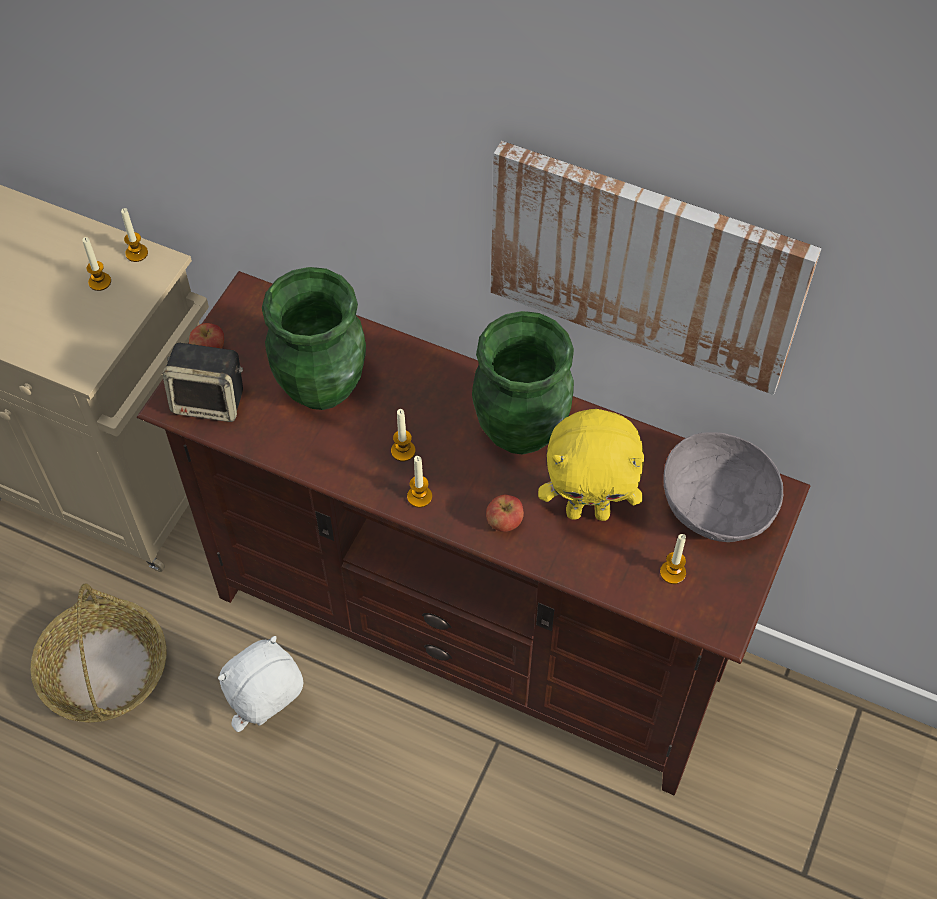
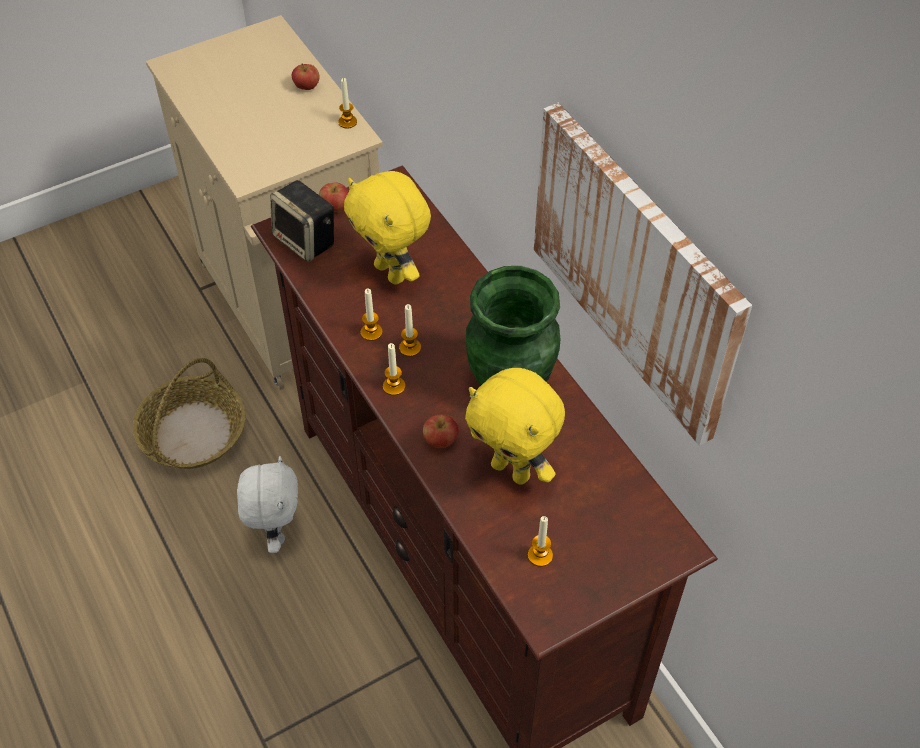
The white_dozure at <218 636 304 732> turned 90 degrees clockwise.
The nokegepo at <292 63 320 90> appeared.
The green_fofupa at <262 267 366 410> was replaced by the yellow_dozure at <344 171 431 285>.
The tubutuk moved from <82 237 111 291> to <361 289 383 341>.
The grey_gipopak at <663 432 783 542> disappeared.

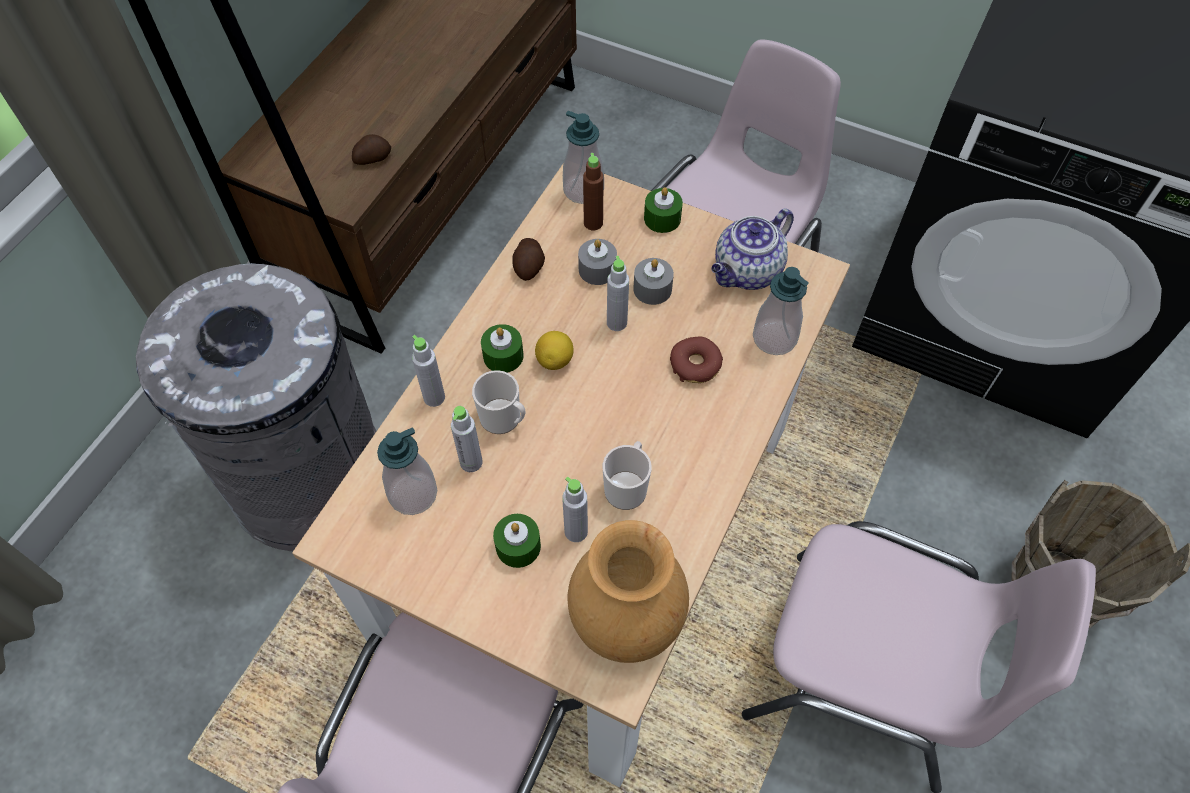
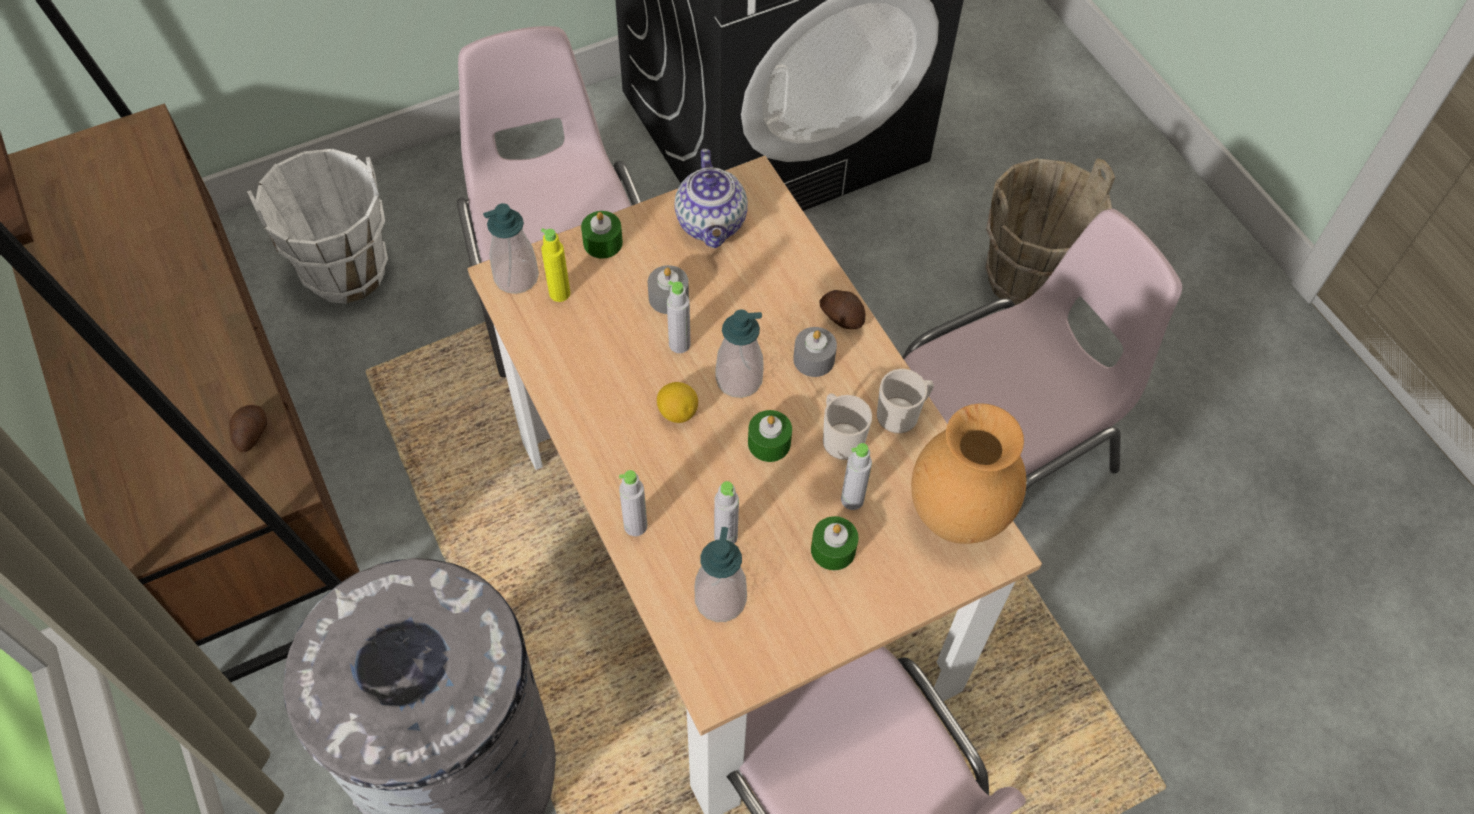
The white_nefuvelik at <247 149 388 303> appeared.
The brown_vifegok at <583 153 604 230> became the yellow_vifegok at <541 228 570 302>.
The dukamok moved from <753 267 809 355> to <715 310 764 398>.
The green_tubutuk moved from <481 324 524 373> to <748 410 792 462>.
The grey_tubutuk moved from <578 239 617 285> to <793 327 837 377>.
The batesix moved from <512 238 545 281> to <819 290 865 329>.
The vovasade moved from <472 370 525 434> to <877 369 934 434>.
The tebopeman at <670 337 723 383> disappeared.

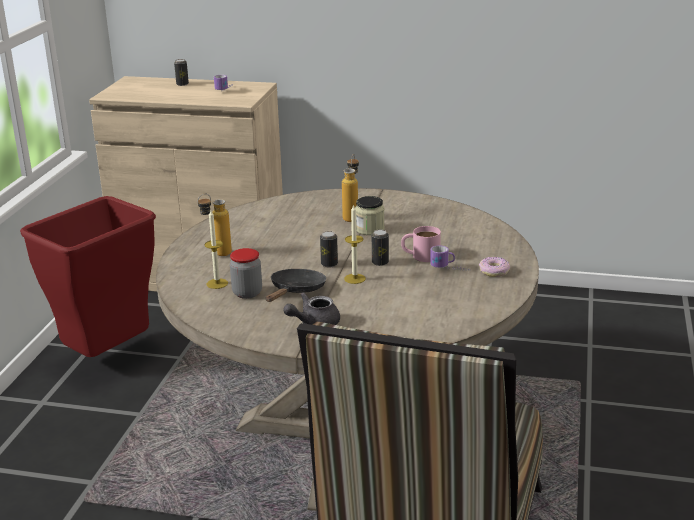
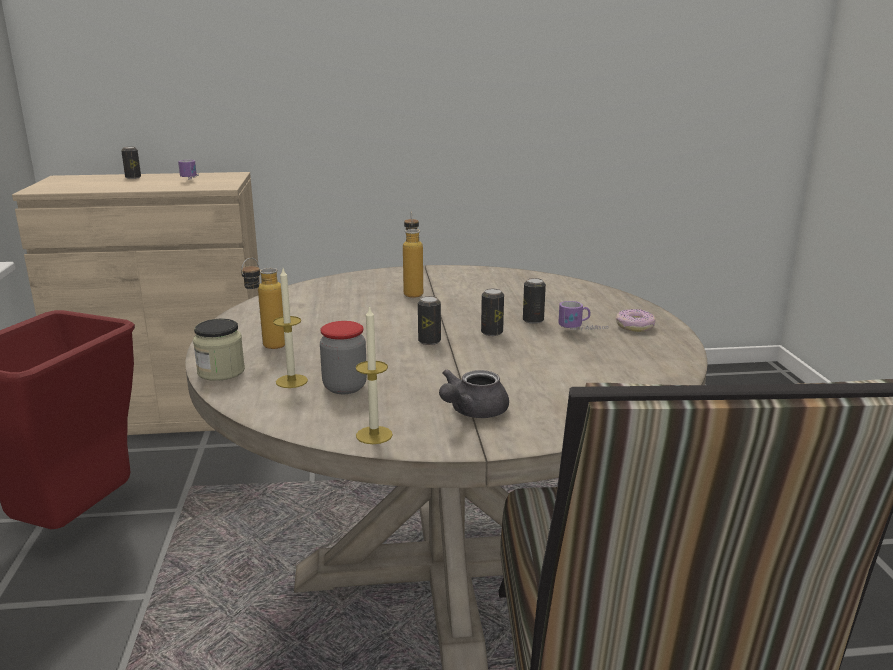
The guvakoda moved from <355 196 385 235> to <193 319 245 381>.
The tubutuk moved from <344 205 366 284> to <356 305 393 444>.
The pink_vovasade at <401 226 441 262> was replaced by the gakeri at <523 278 546 324>.
The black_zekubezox at <266 269 326 302> disappeared.

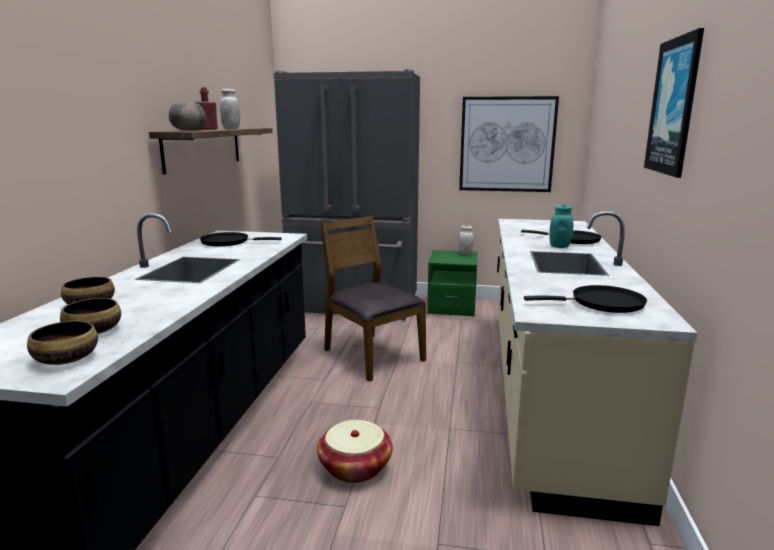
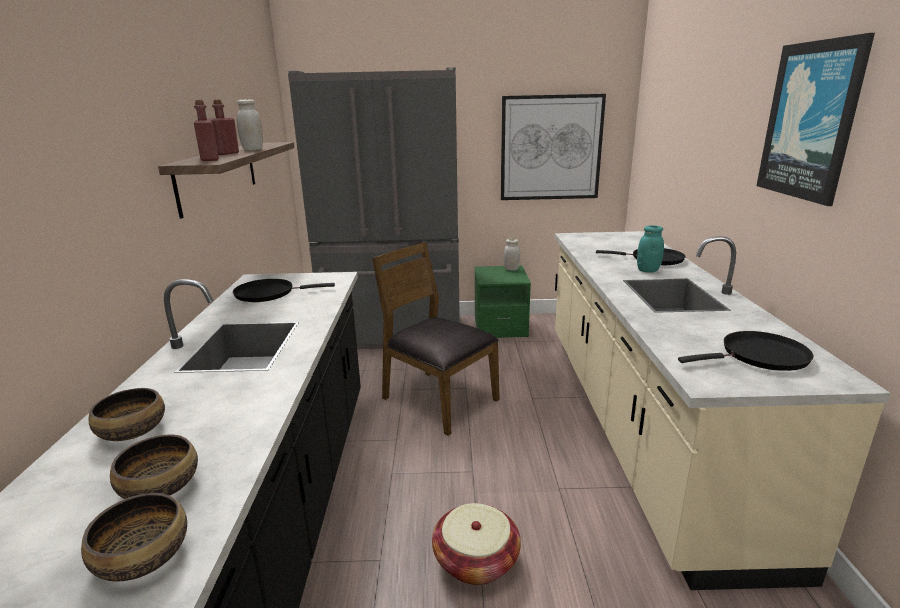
The grey_gipopak at <169 103 206 131> was replaced by the red_vifegok at <194 100 219 161>.

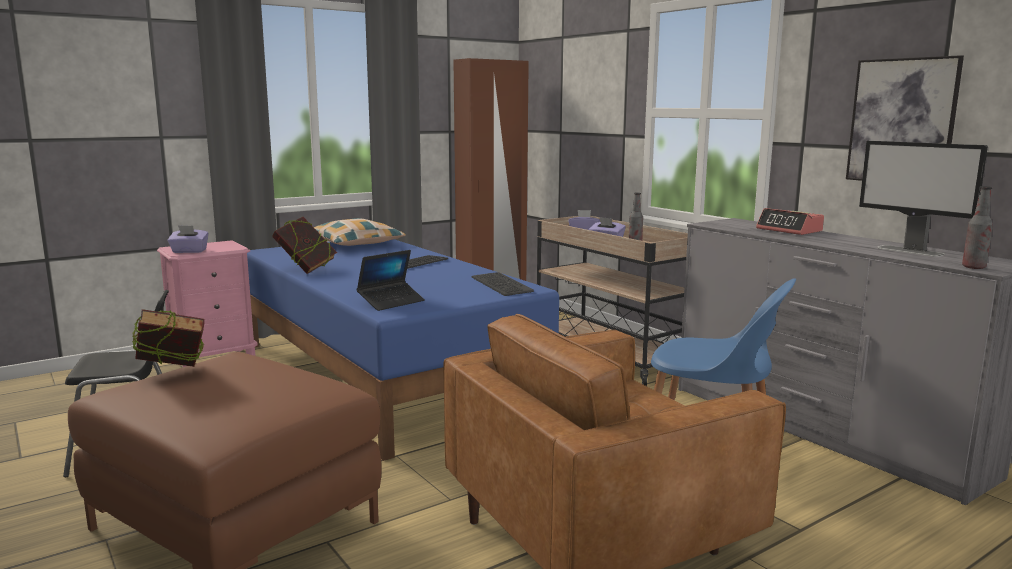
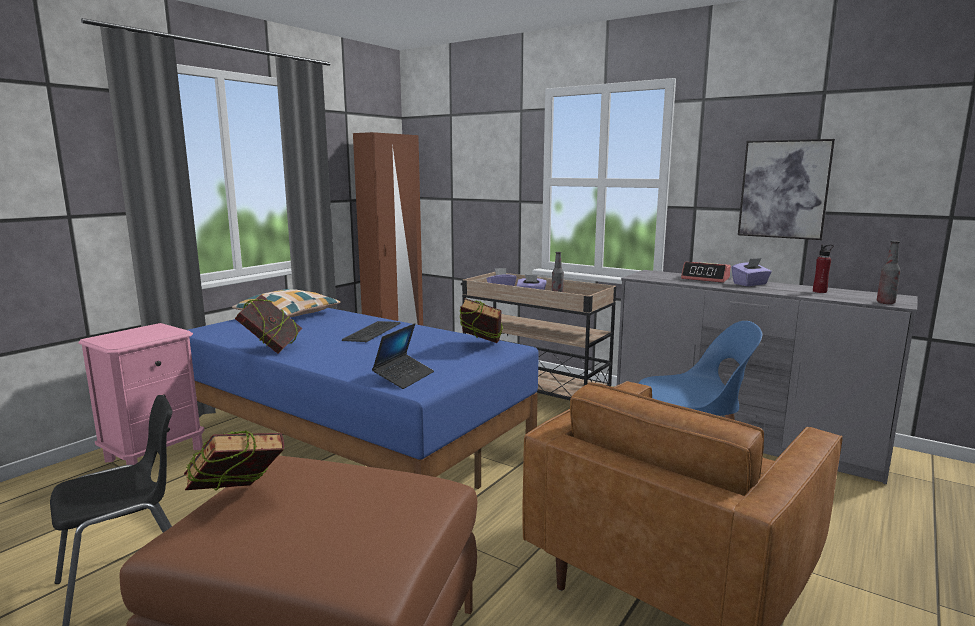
The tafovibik at <472 272 534 296> was replaced by the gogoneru at <459 298 503 343>.
The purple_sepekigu moved from <167 226 209 253> to <732 258 772 286>.
The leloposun at <859 141 988 257> was replaced by the red_vifegok at <813 245 834 293>.

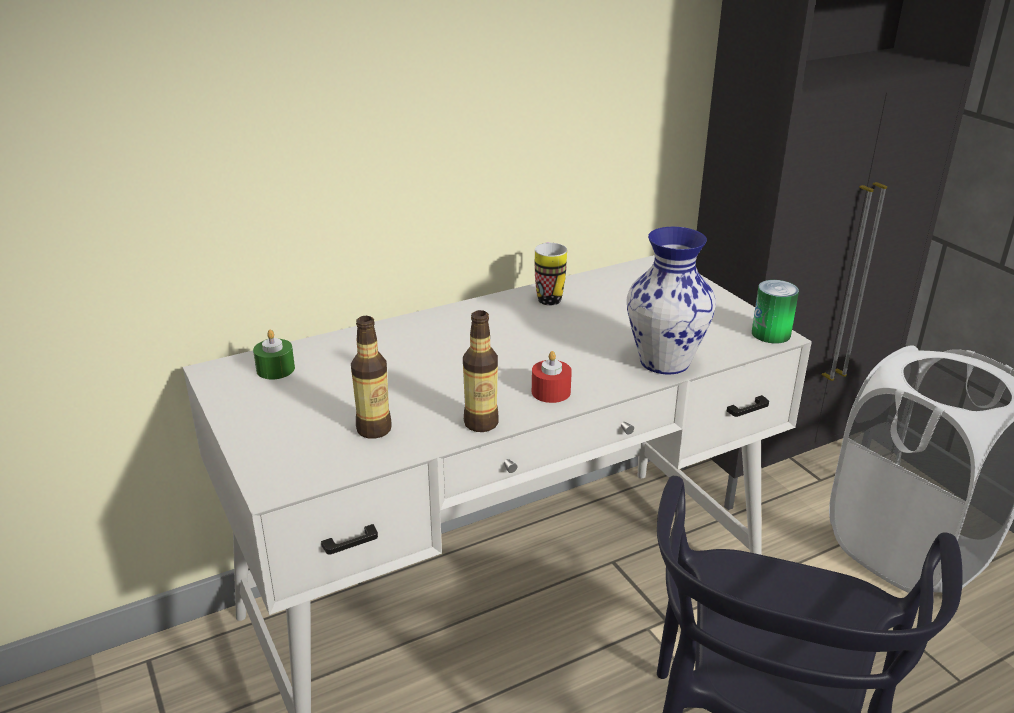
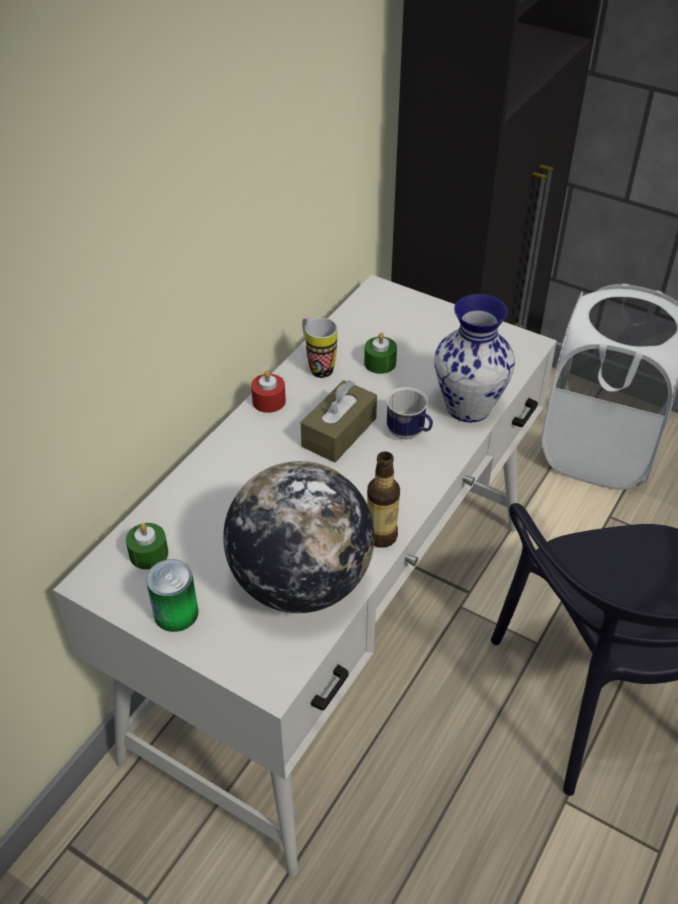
The gakeri moved from <752 280 799 343> to <146 559 199 632>.
The vifegok at <351 316 392 439> was replaced by the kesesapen at <223 461 374 613>.
The red_tubutuk moved from <532 351 572 403> to <251 370 286 413>.
The brown_sepekigu at <301 380 377 463> appeared.
The green_tubutuk at <364 333 397 374> appeared.
The vovasade at <386 387 433 439> appeared.

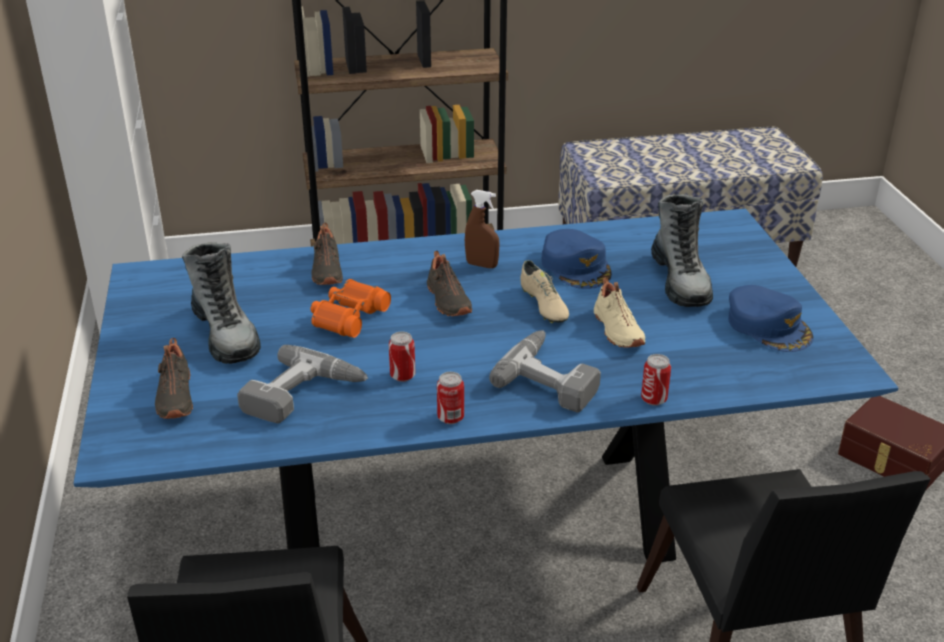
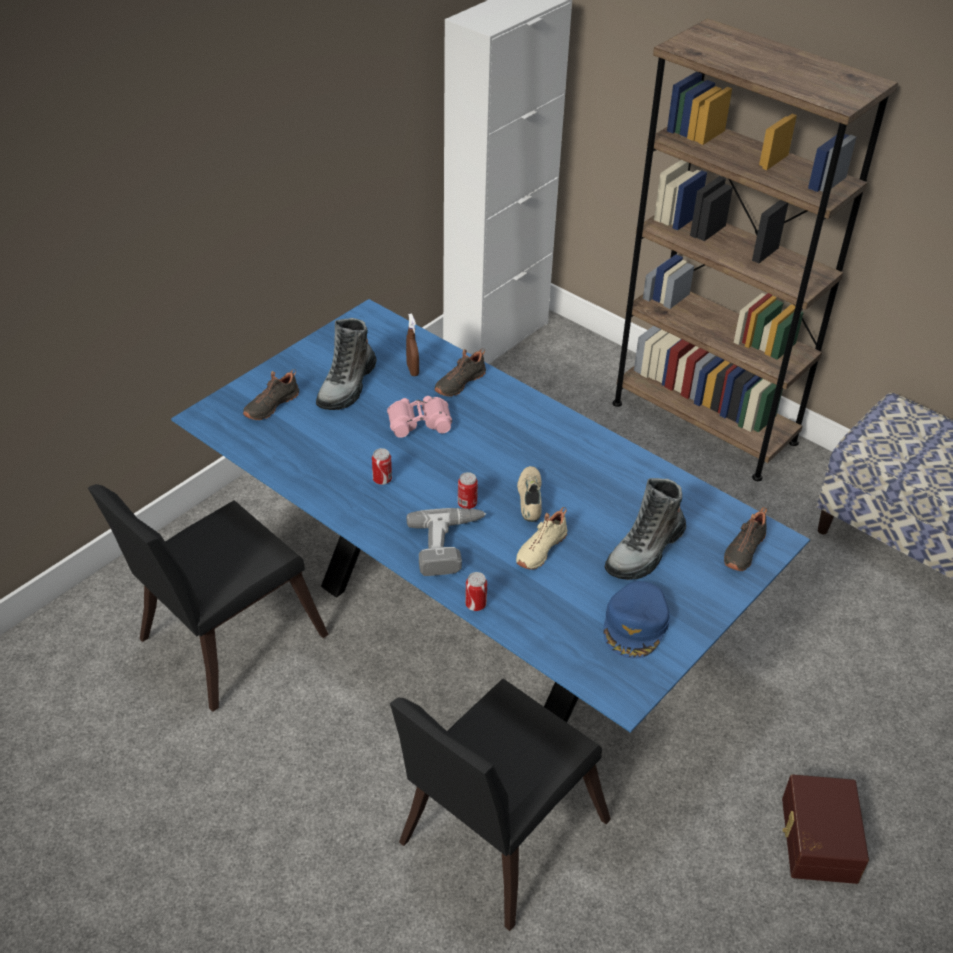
The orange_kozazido at <311 279 391 338> became the pink_kozazido at <387 396 452 438>.
The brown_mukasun moved from <465 190 500 268> to <406 314 419 376>.
The gakeri moved from <437 372 464 424> to <458 472 478 509>.
The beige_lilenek at <521 260 569 323> turned 150 degrees clockwise.
The black_lilenek moved from <427 251 472 316> to <724 507 767 571>.
The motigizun at <237 345 368 423> disappeared.
The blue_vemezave at <541 229 612 289> disappeared.

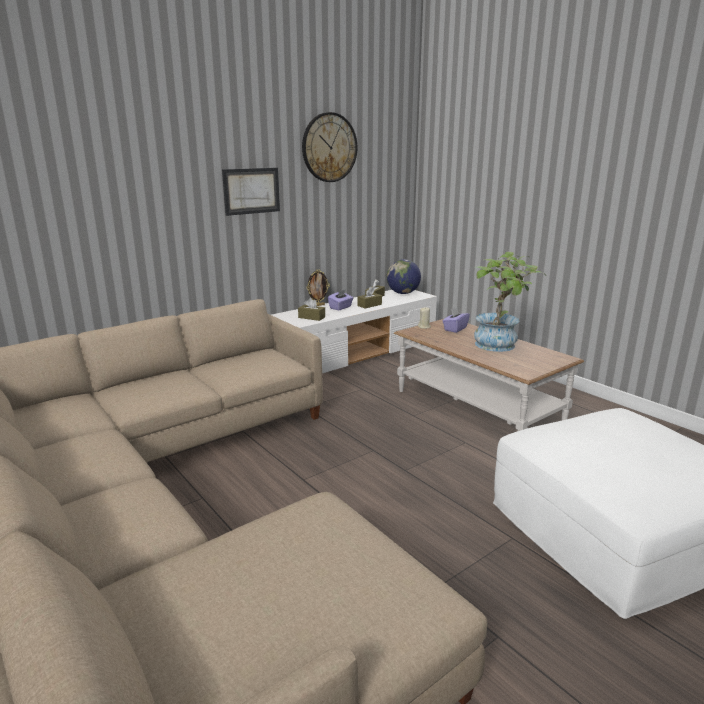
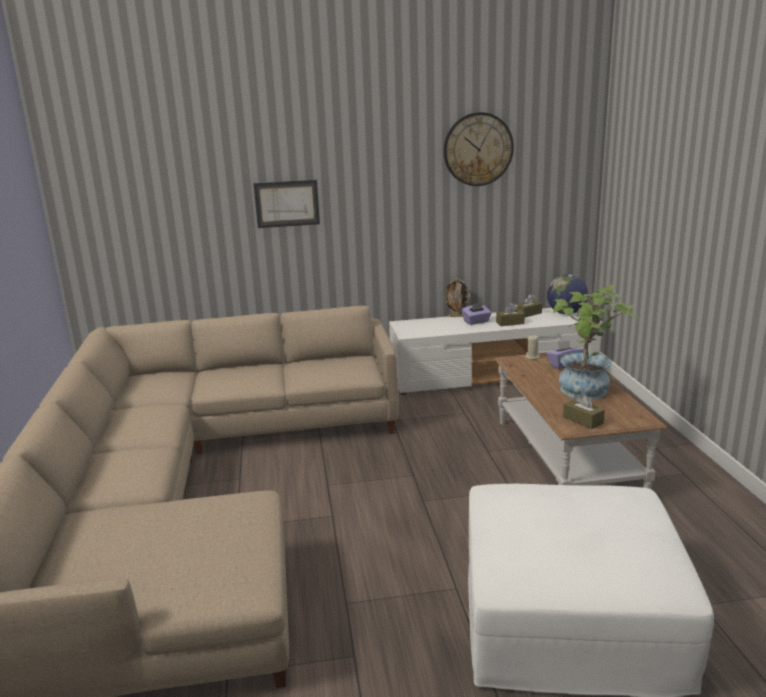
The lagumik moved from <222 168 280 216> to <253 180 320 228>.
The brown_sepekigu moved from <298 298 325 321> to <563 393 605 429>.

